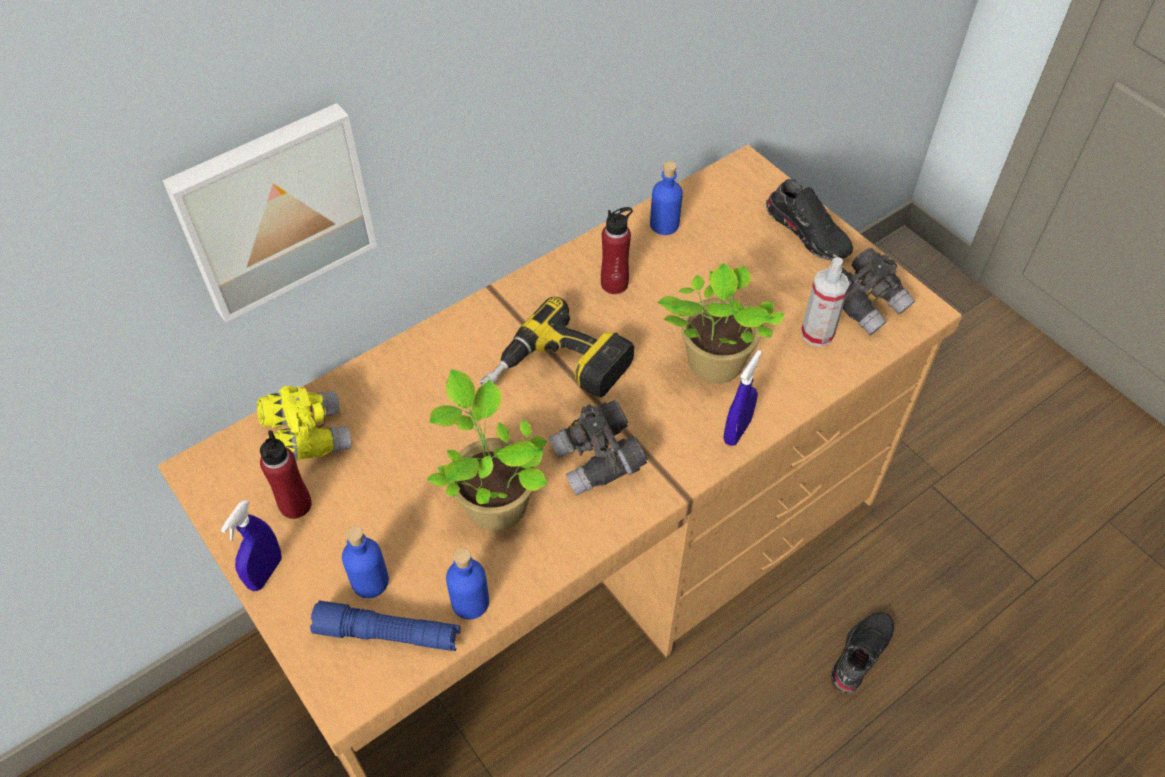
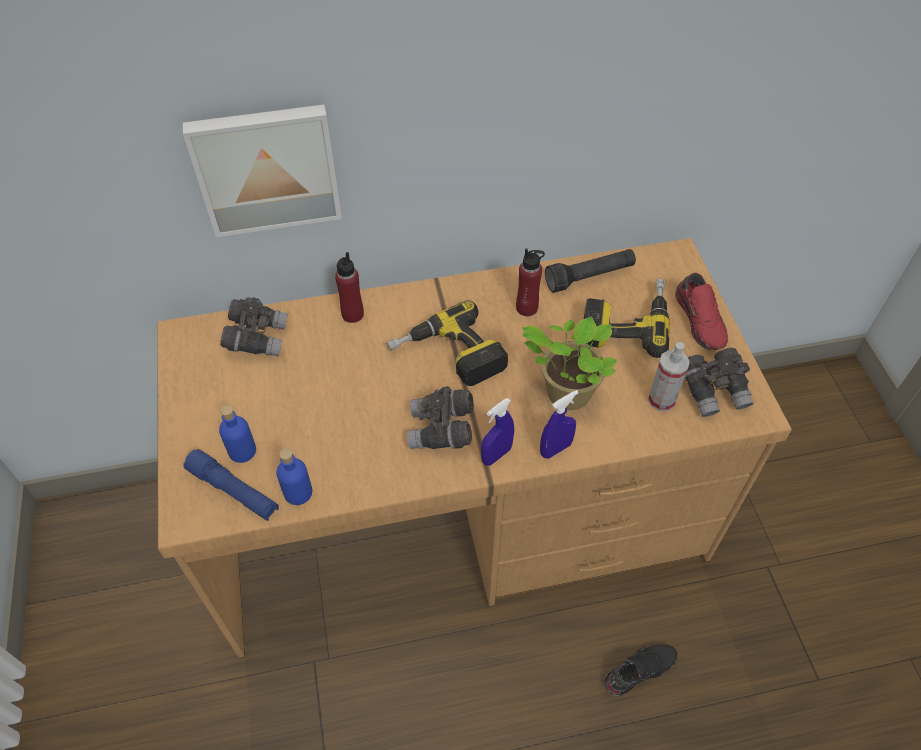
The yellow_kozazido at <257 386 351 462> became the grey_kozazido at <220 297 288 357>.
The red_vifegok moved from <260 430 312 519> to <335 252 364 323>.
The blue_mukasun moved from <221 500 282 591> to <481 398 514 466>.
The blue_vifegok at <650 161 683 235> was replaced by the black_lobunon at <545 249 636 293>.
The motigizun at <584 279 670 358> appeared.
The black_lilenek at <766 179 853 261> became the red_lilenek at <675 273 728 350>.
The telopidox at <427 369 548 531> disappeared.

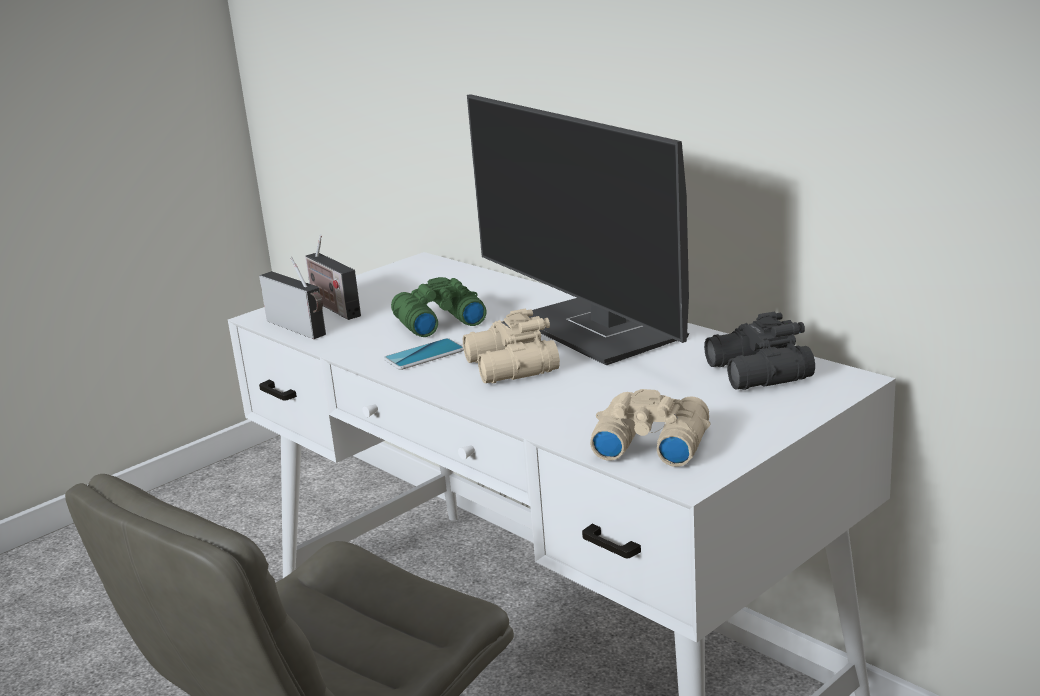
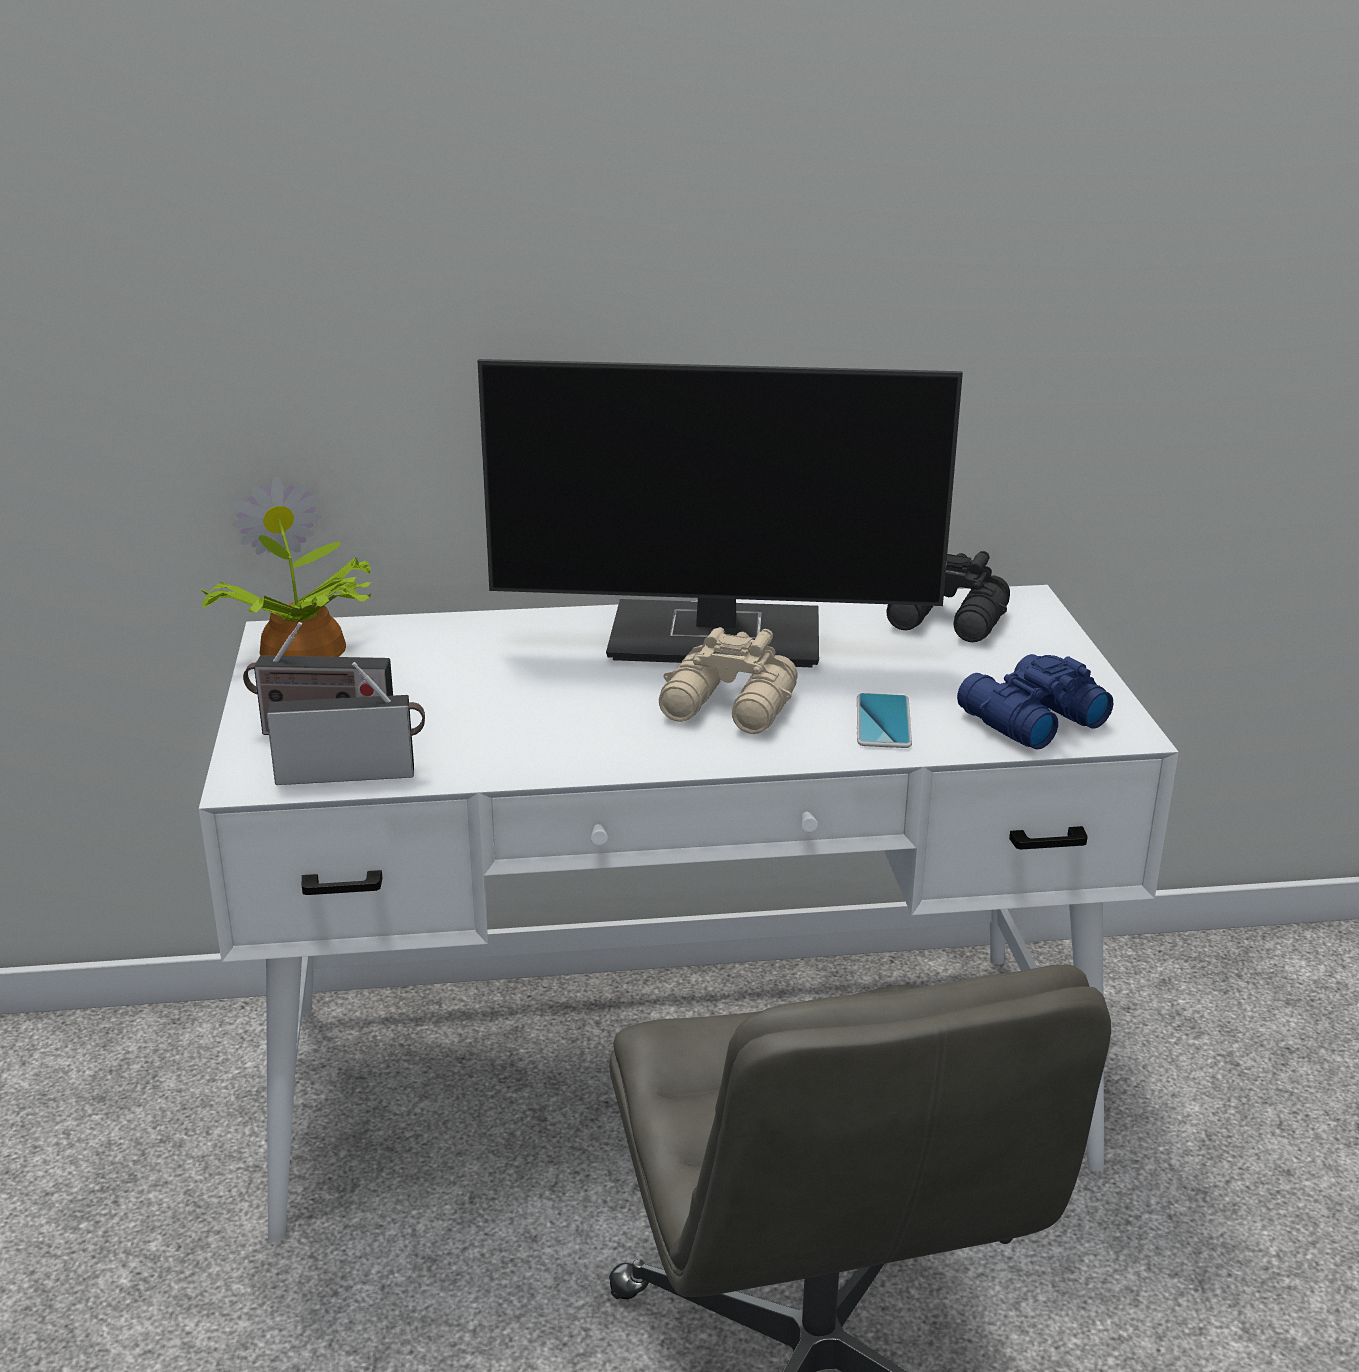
The telopidox at <200 477 372 657> appeared.
The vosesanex moved from <384 338 464 370> to <857 693 912 748>.
The beige_kozazido at <590 389 711 467> became the blue_kozazido at <957 654 1113 749>.
The green_kozazido at <391 277 486 337> disappeared.

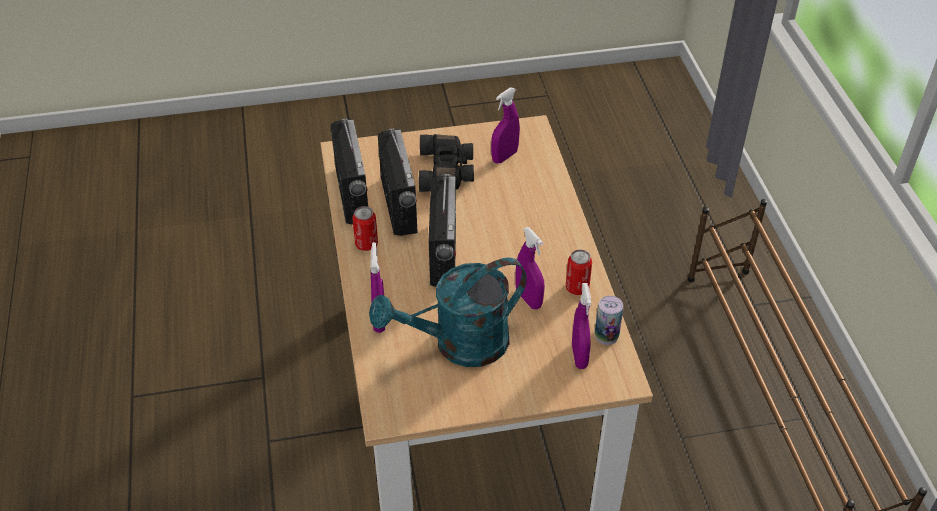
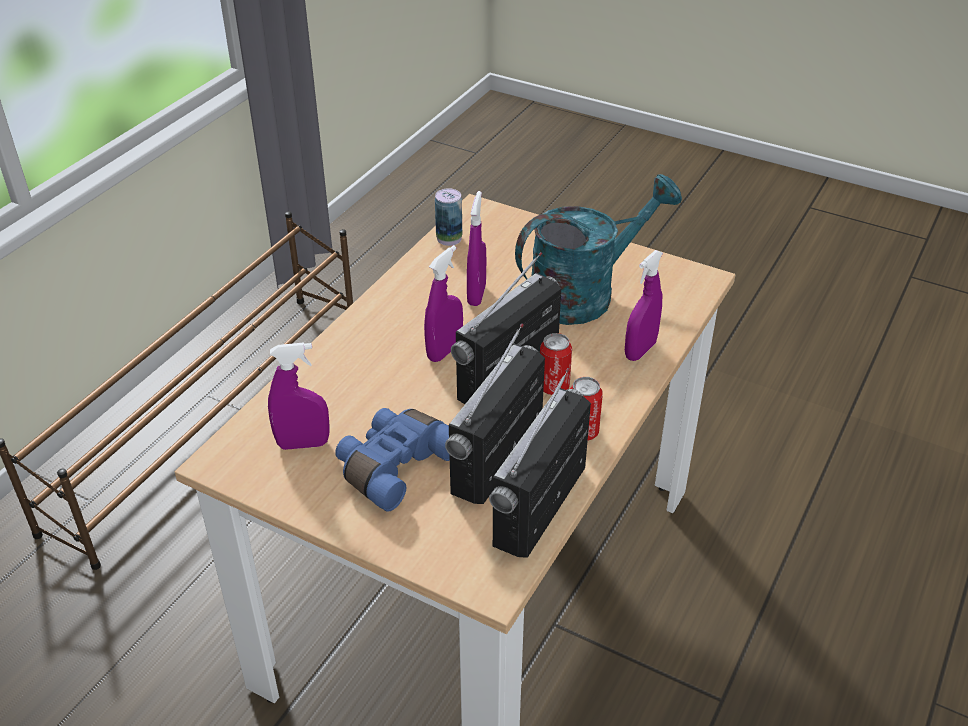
The black_kozazido at <419 134 474 192> became the blue_kozazido at <335 408 450 512>.
The purple_mukasun moved from <572 283 591 369> to <424 245 463 362>.
The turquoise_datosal at <369 257 527 367> turned 45 degrees counterclockwise.
The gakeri moved from <566 250 592 295> to <540 333 572 395>.

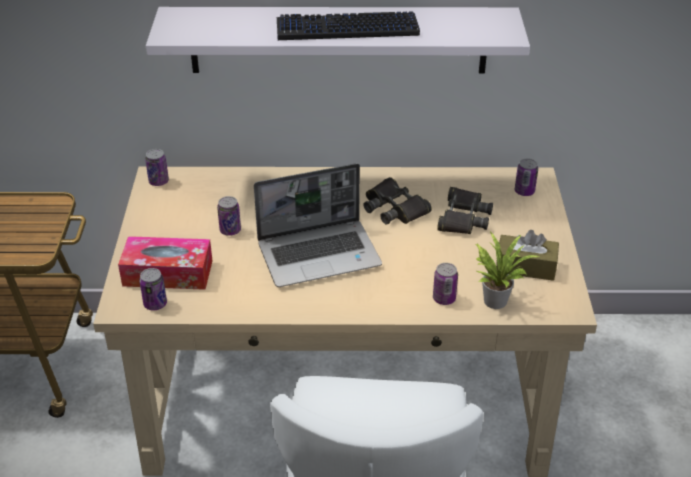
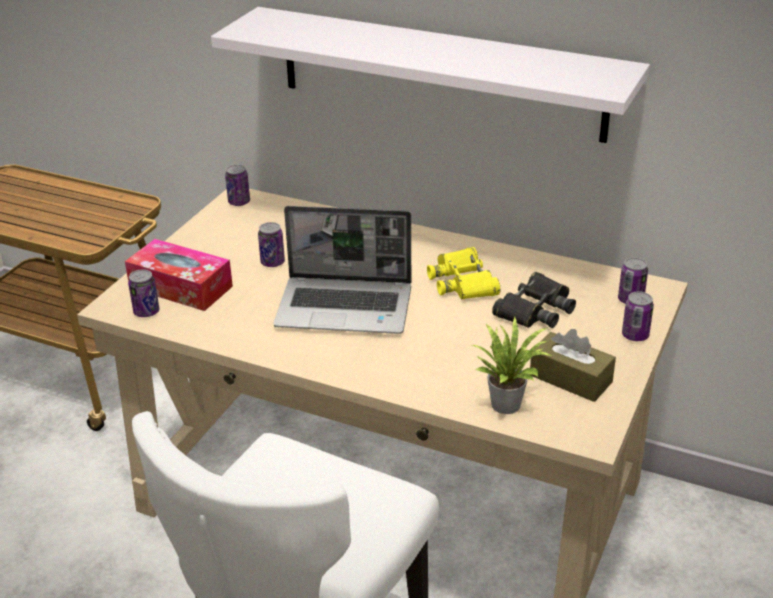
The black_kozazido at <364 177 432 225> became the yellow_kozazido at <427 247 501 299>.
The gakeri moved from <433 263 458 305> to <622 291 654 341>.
The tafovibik at <276 11 420 40> disappeared.

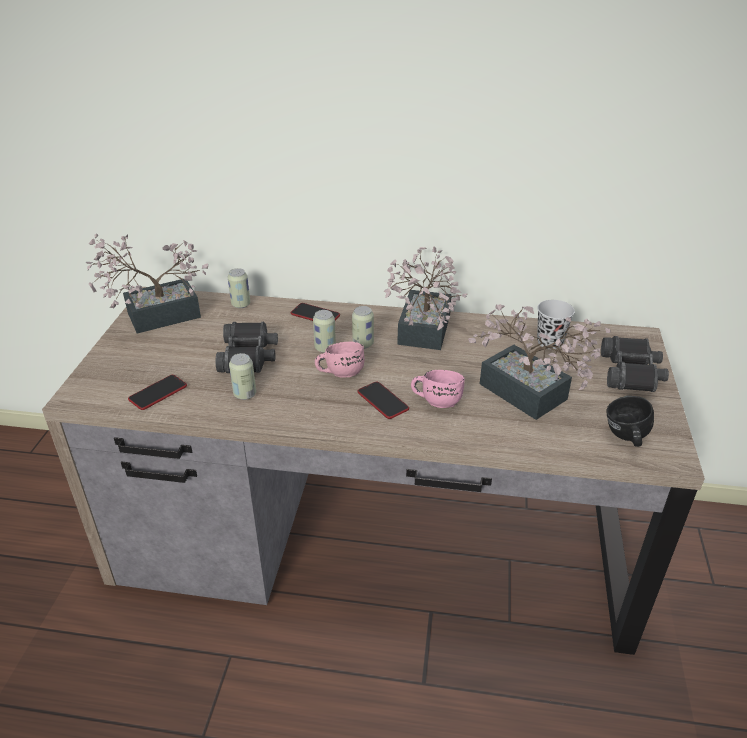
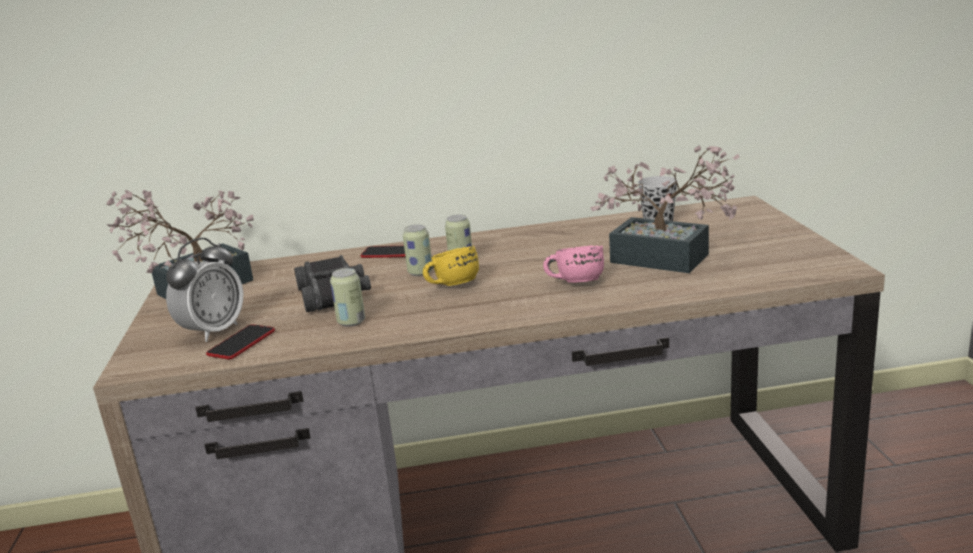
The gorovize at <166 238 243 342> appeared.
The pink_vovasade at <315 342 365 378> became the yellow_vovasade at <423 246 479 286>.
The gakeri at <228 268 250 308> disappeared.
The vosesanex at <357 381 409 419> disappeared.
The telopidox at <383 246 467 350> disappeared.
The black_kozazido at <601 336 669 392> disappeared.
The black_vovasade at <606 395 654 447> disappeared.

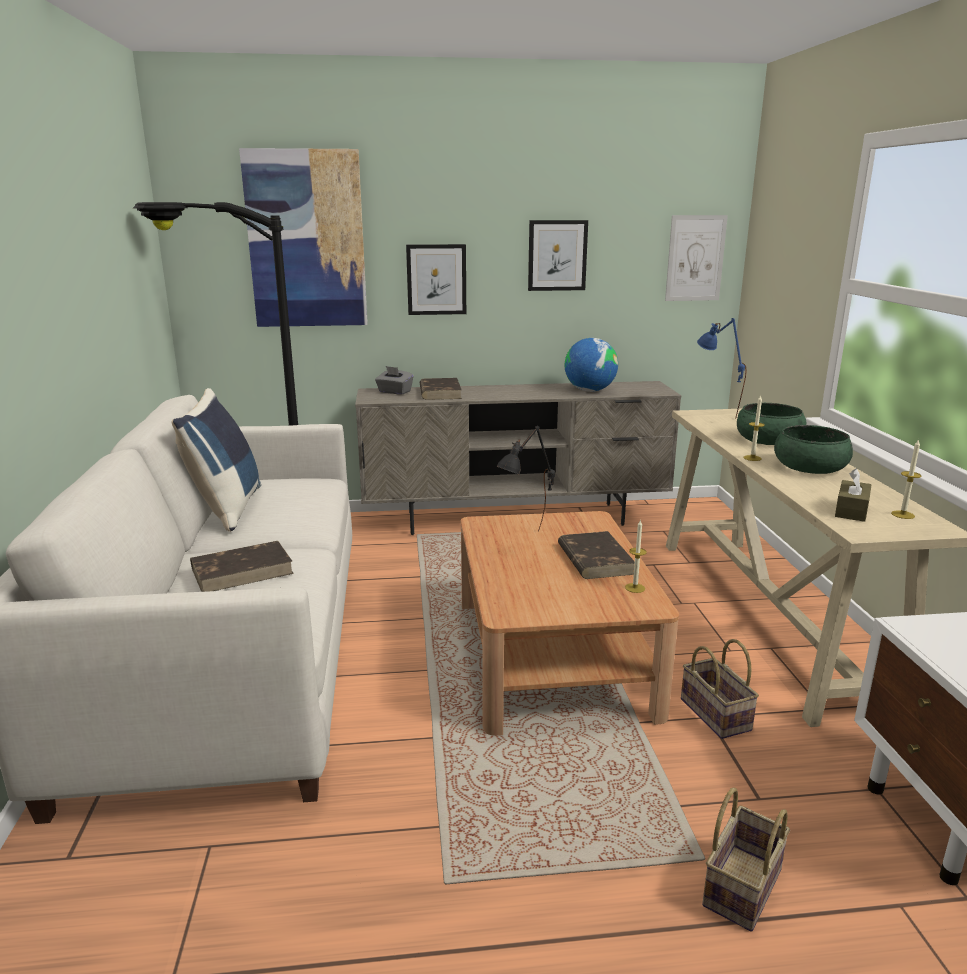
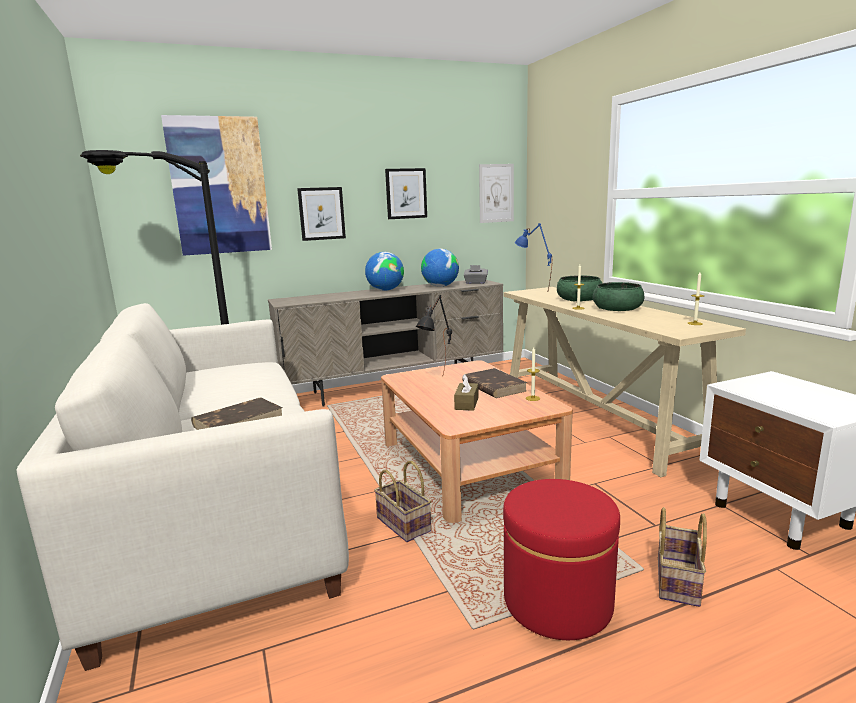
The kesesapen at <365 252 404 291> appeared.
The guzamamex moved from <681 639 759 739> to <374 461 431 542>.
The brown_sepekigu moved from <835 468 871 522> to <454 374 478 411>.
The grey_sepekigu moved from <375 366 414 395> to <464 265 488 284>.
The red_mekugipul at <503 479 620 640> appeared.
The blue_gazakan at <171 388 261 532> disappeared.
The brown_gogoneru at <420 378 462 400> disappeared.

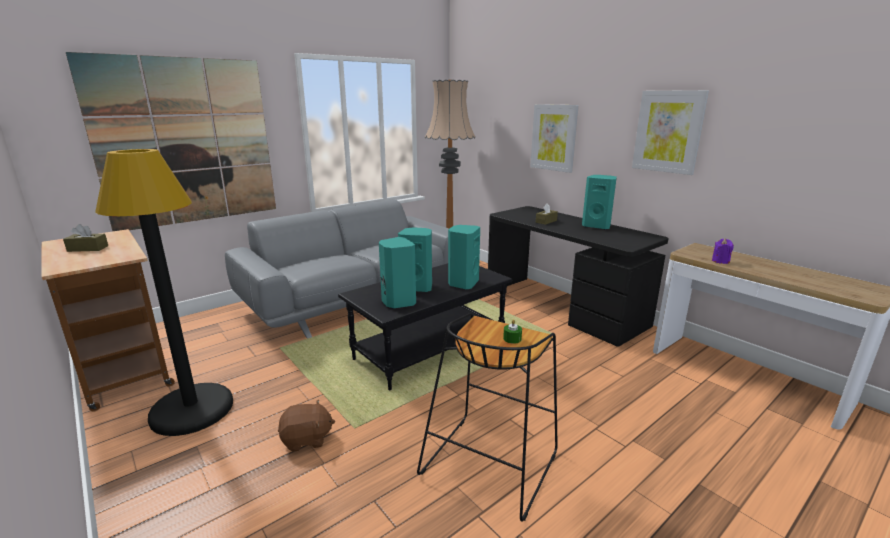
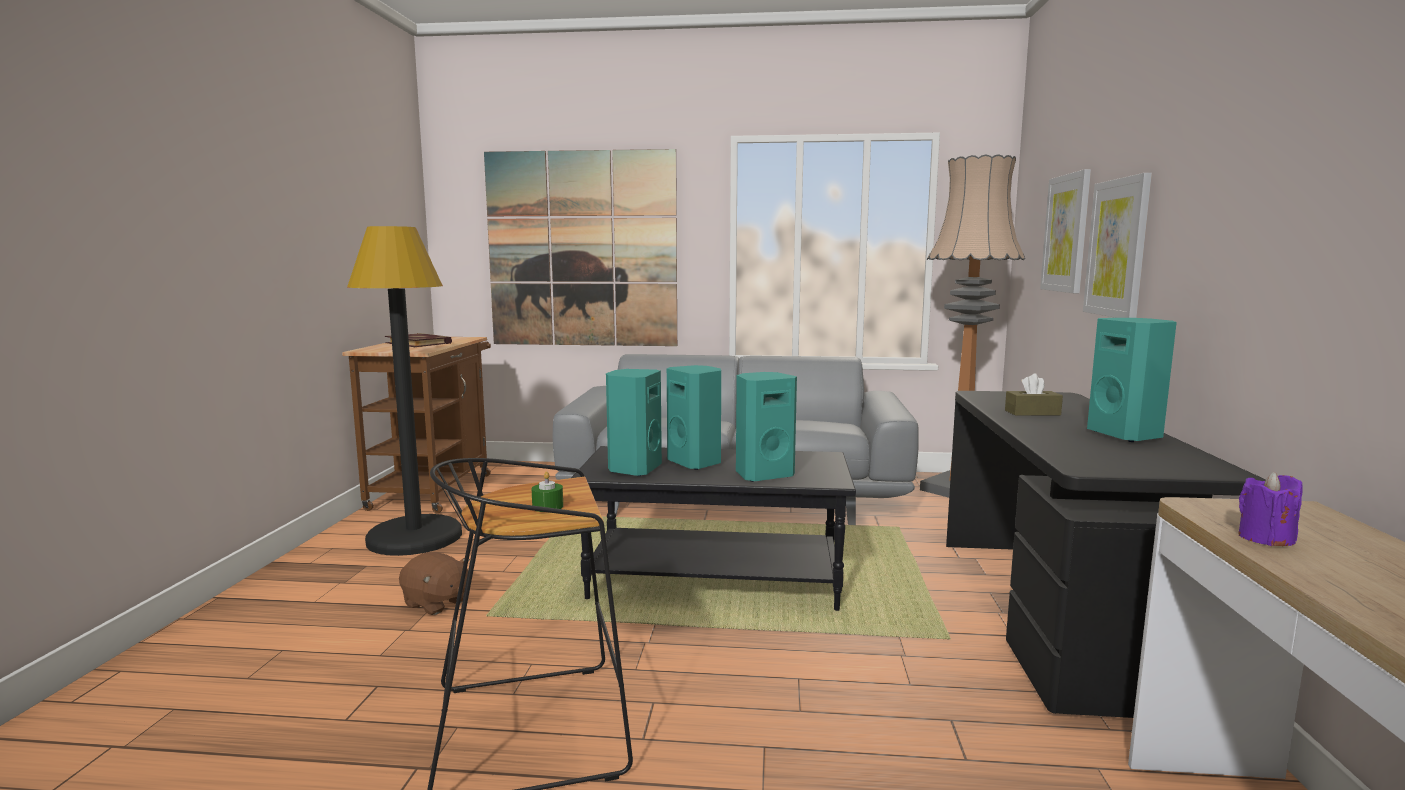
The brown_sepekigu at <63 224 108 252> was replaced by the gogoneru at <385 333 452 347>.
The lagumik moved from <632 90 709 175> to <1040 169 1091 293>.

